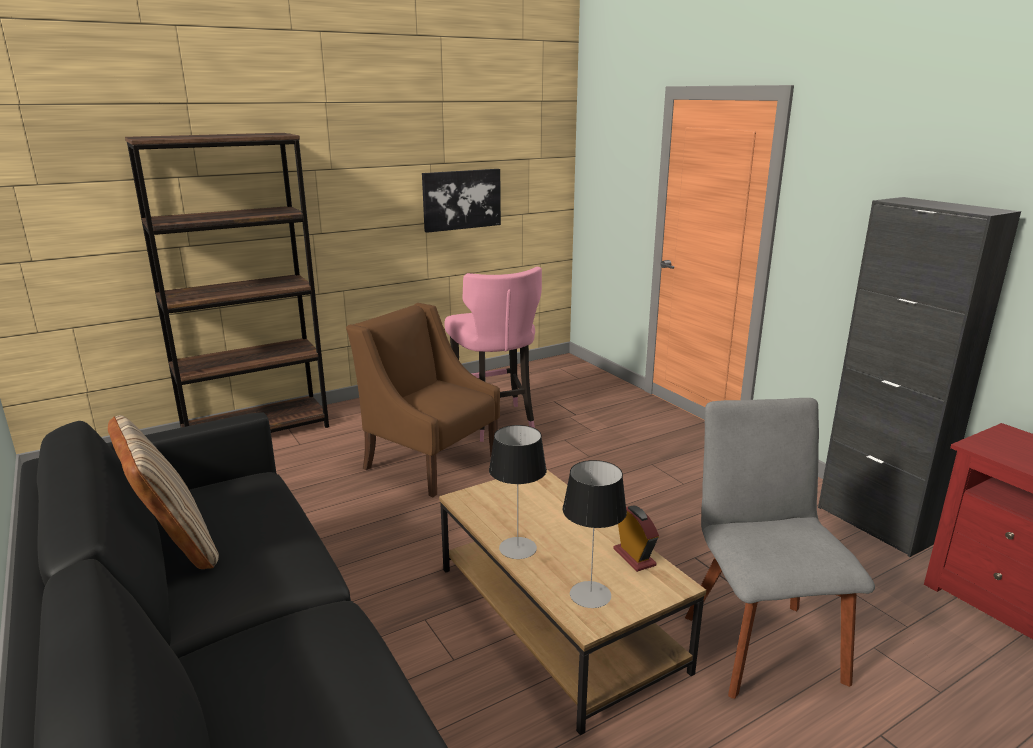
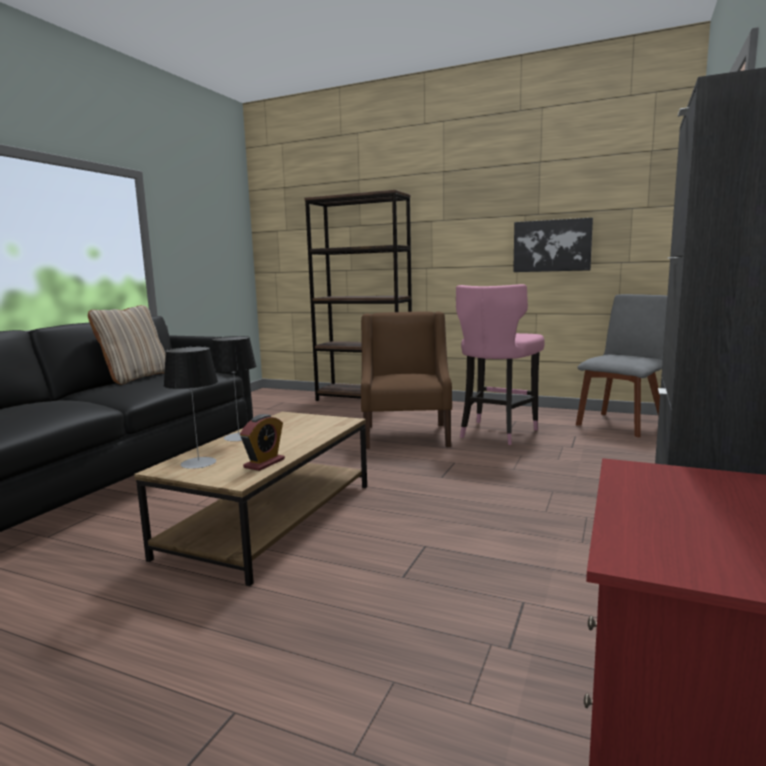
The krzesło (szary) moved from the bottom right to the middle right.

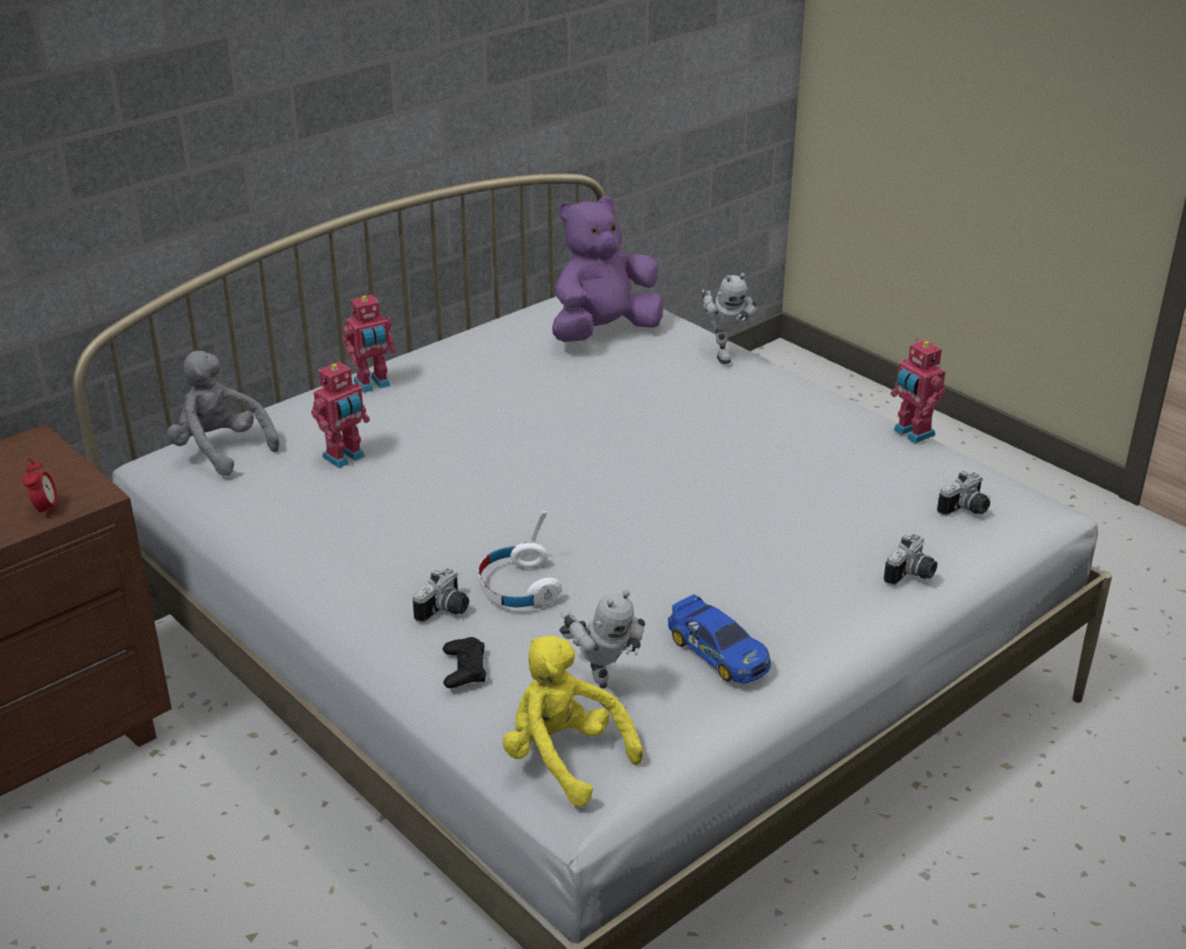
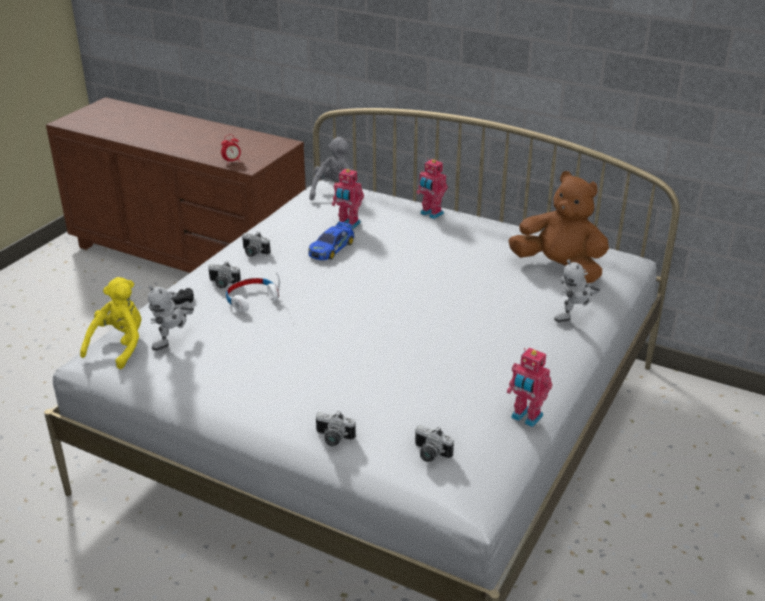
The pluszak (fioletowy) at the top centre became the pluszak (brązowy) at the middle right.
The samochodzik moved from the bottom centre to the centre.
The robot zabawkowy (5th from left in the first image) at the middle right turned 90 degrees counterclockwise.
The aparat fotograficzny (2nd from left) at the centre appeared.

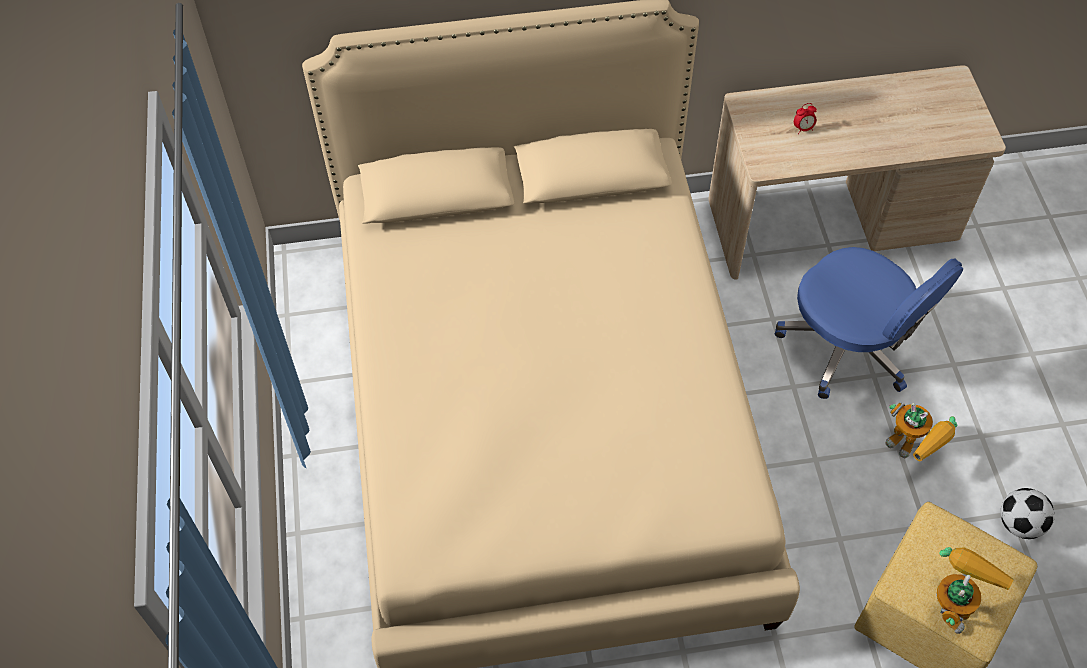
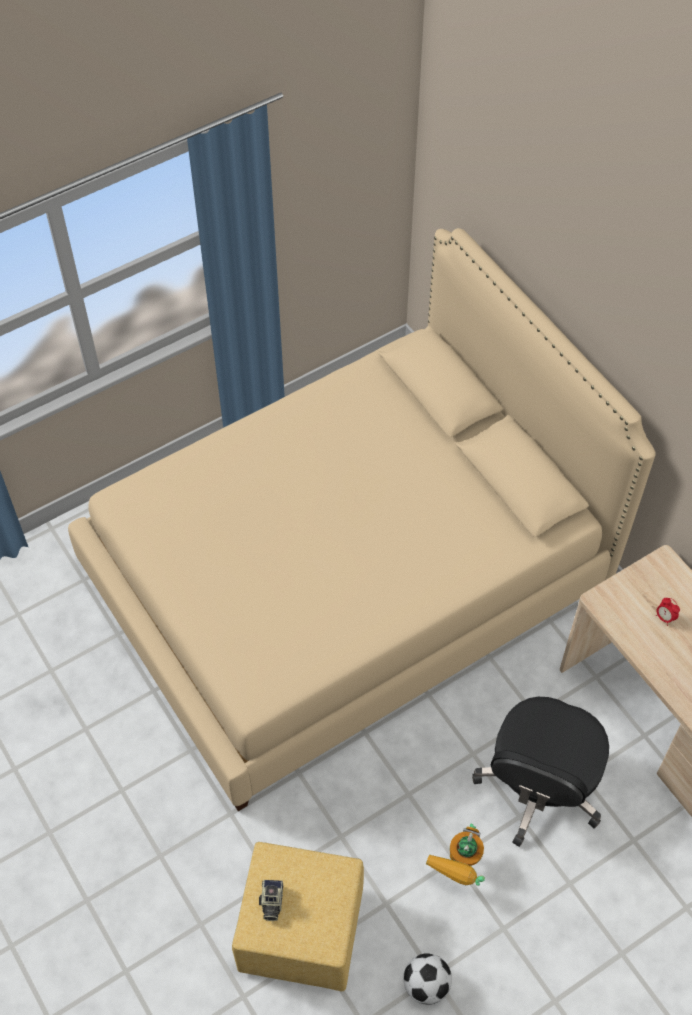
The krzesło biurowe (niebieski) at the middle right became the krzesło biurowe (czarny) at the bottom right.
The robot zabawkowy (2nd from left) at the bottom right was replaced by the aparat fotograficzny at the bottom centre.

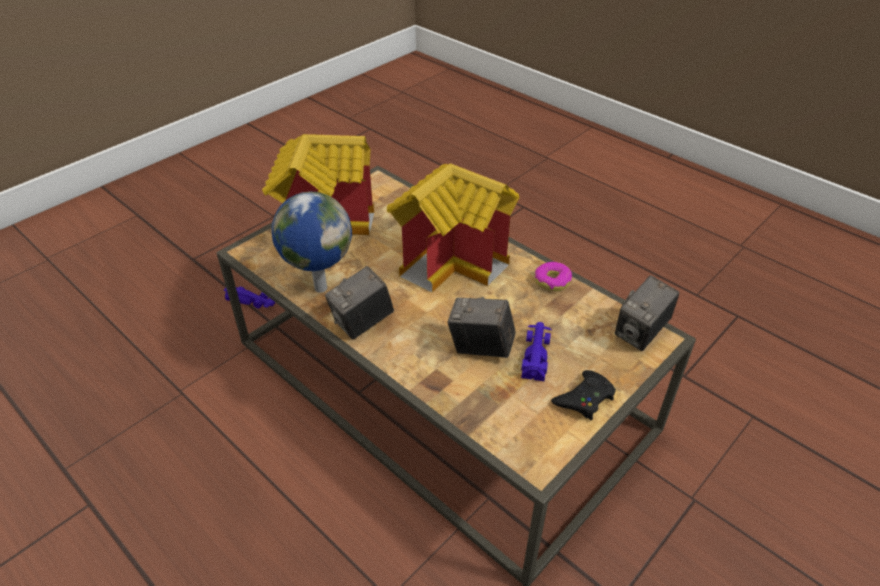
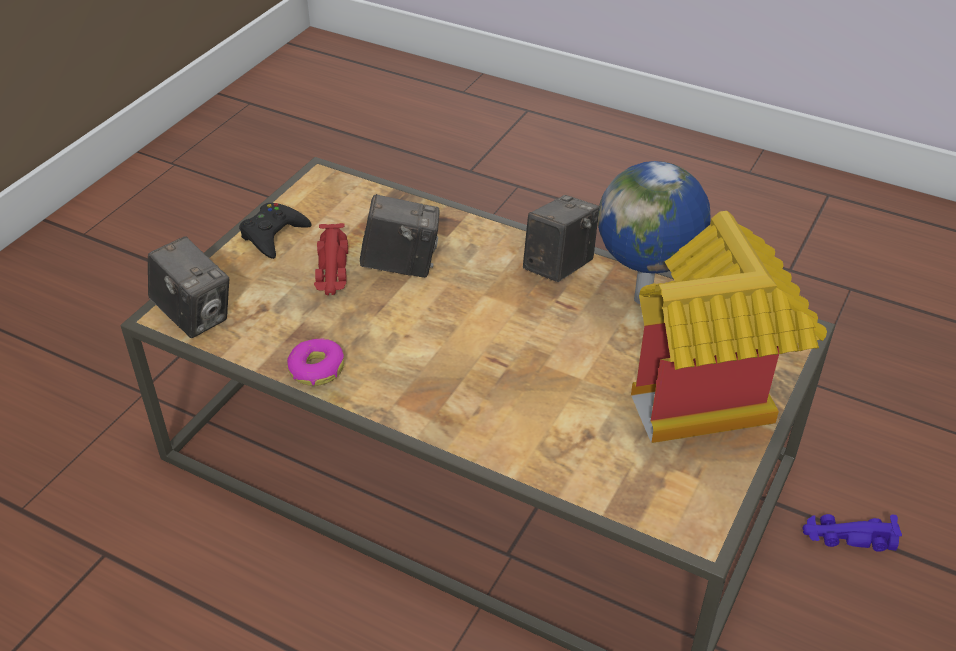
The domek (2nd from left) at the centre disappeared.
The samochodzik (fioletowy) (2nd from left) at the centre became the samochodzik (czerwony) at the centre.
The aparat fotograficzny (3rd from left in the first image) at the middle right turned 105 degrees clockwise.

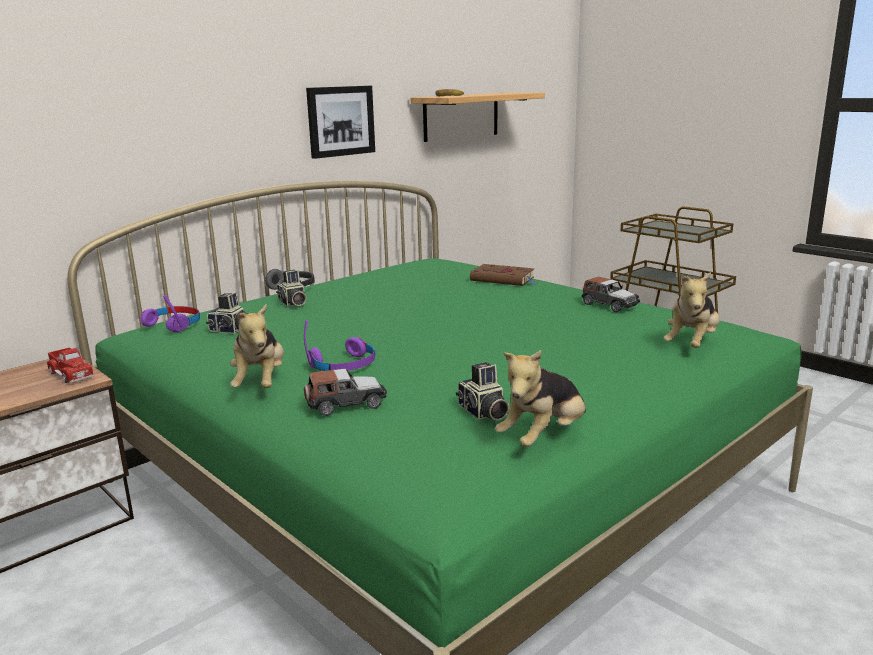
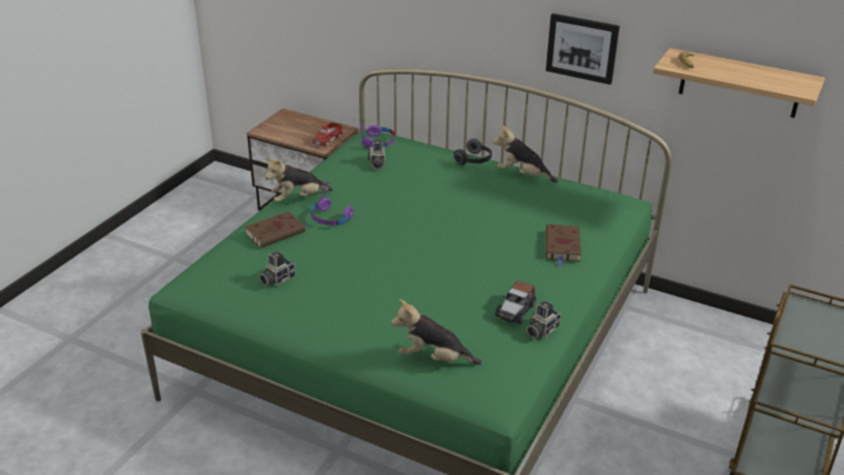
The aparat fotograficzny (2nd from left in the first image) moved from the centre to the bottom centre.
The samochodzik (1st from left) at the centre was replaced by the książka (brązowy) (1st from left) at the middle left.
The pluszak (2nd from left in the first image) moved from the centre to the top centre.

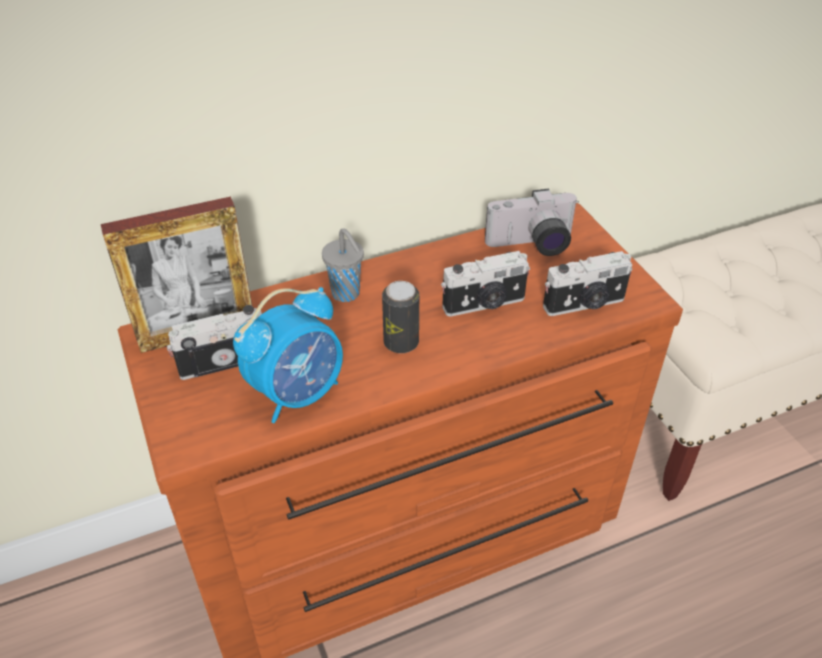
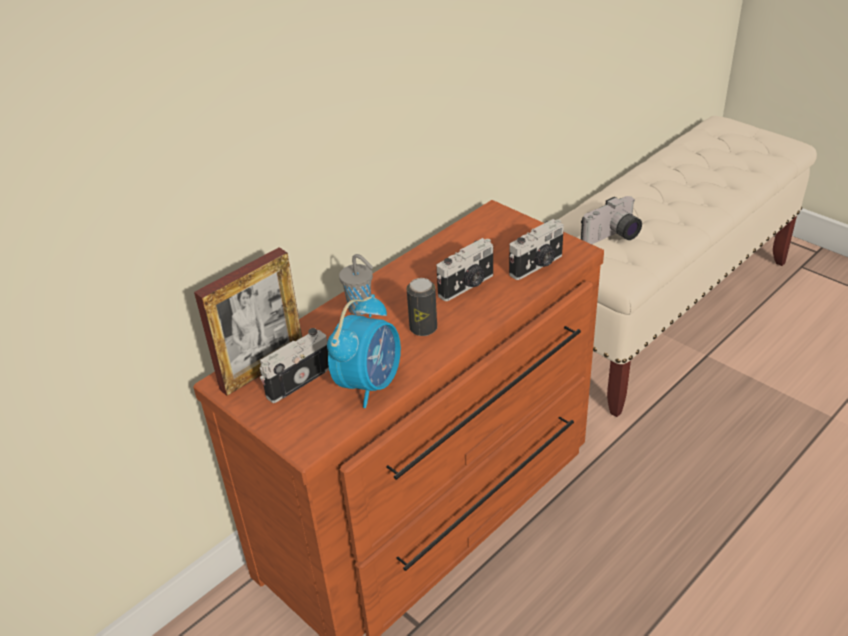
The aparat fotograficzny (3rd from left in the first image) moved from the centre to the middle right.

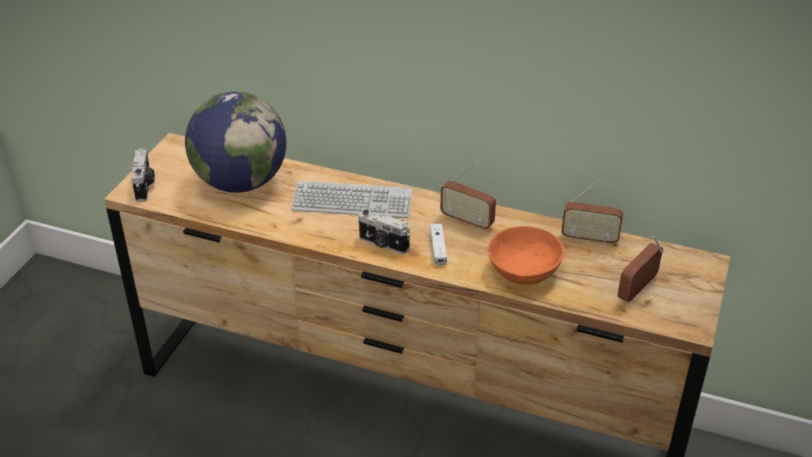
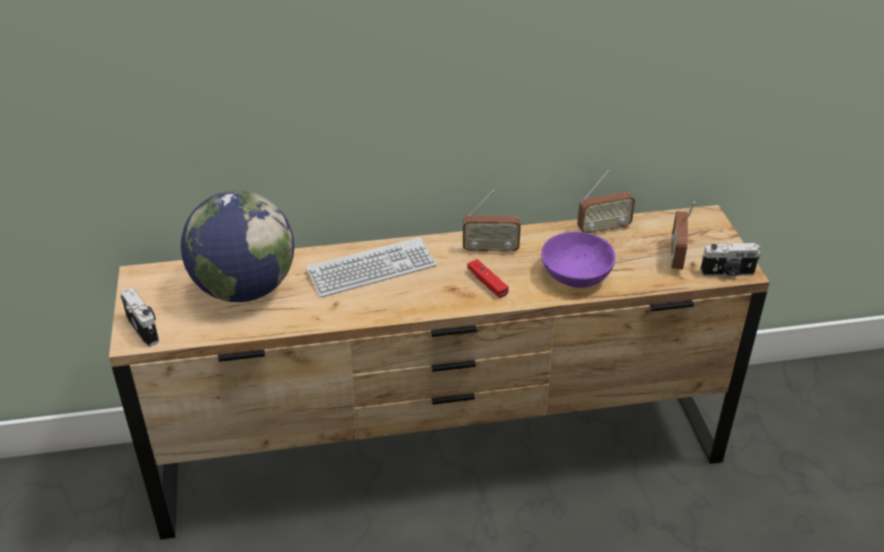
The aparat fotograficzny (2nd from left) moved from the centre to the middle right.
The pad do gier (biały) at the centre became the pad do gier (czerwony) at the centre.
The miska (pomarańczowy) at the centre became the miska (fioletowy) at the centre.

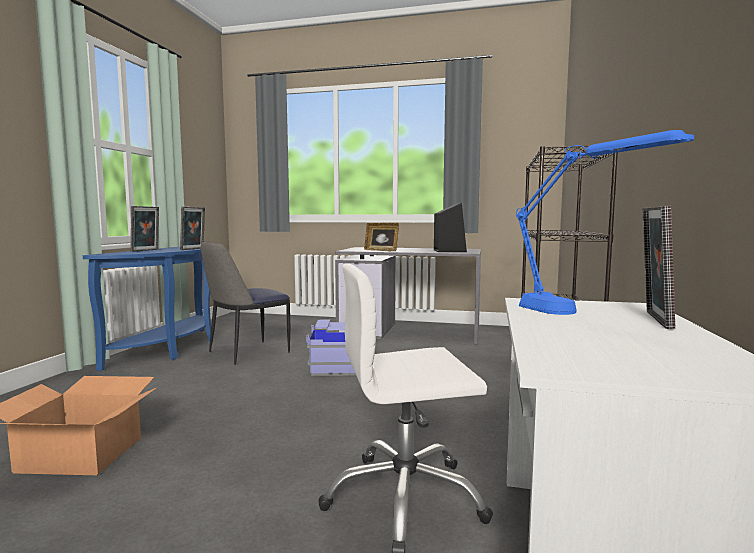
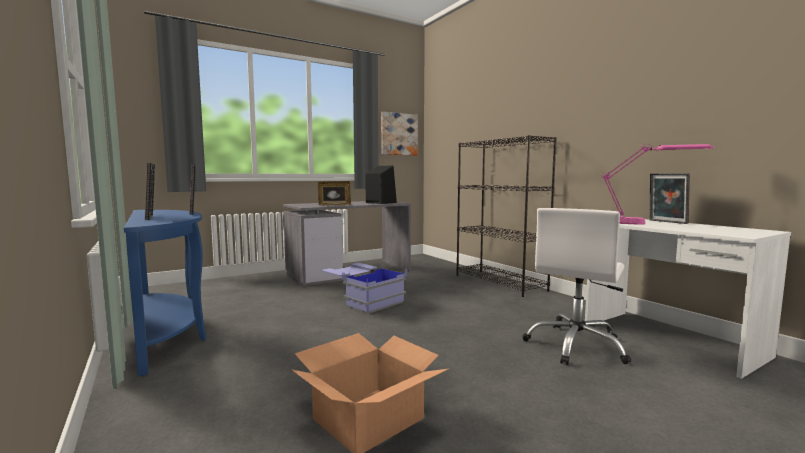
The krzesło at the middle left disappeared.
The lampa stołowa (niebieski) at the middle right became the lampa stołowa (różowy) at the middle right.
The obraz at the top centre appeared.

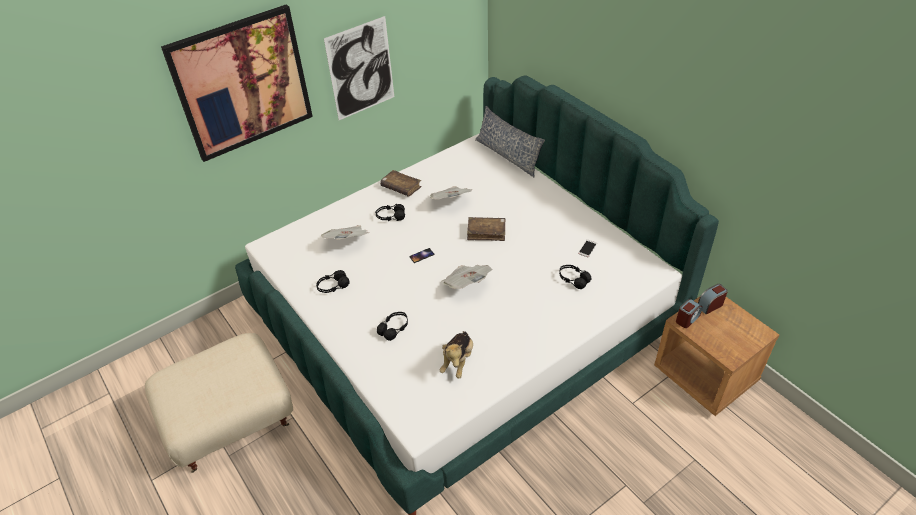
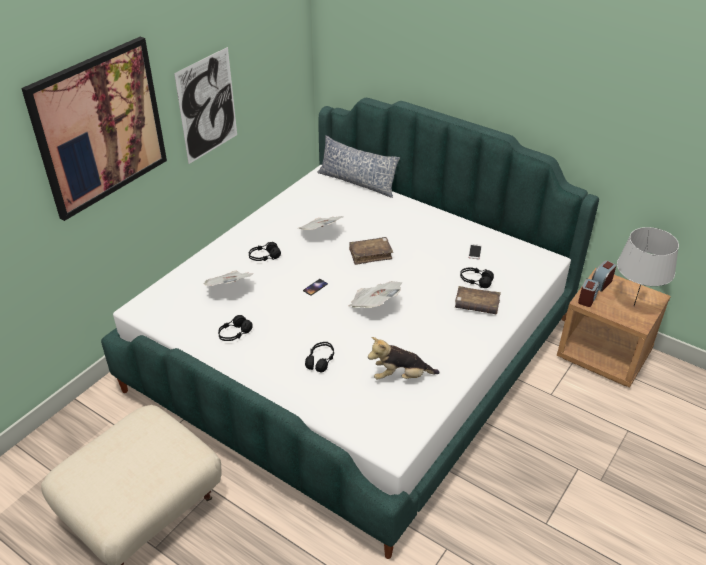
The książka (brązowy) (1st from left in the first image) moved from the centre to the middle right.
The pluszak at the bottom centre turned 90 degrees clockwise.
The lampa stołowa (szary) at the middle right appeared.

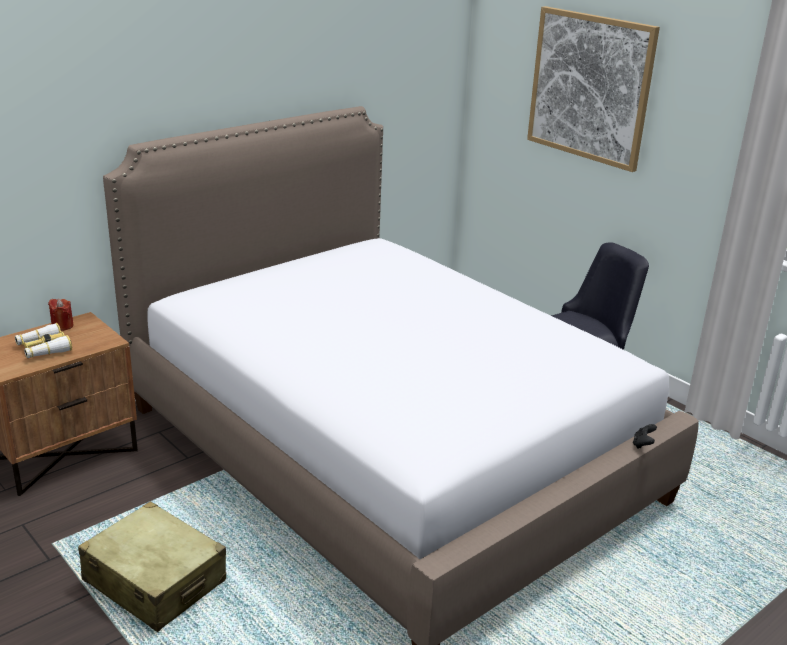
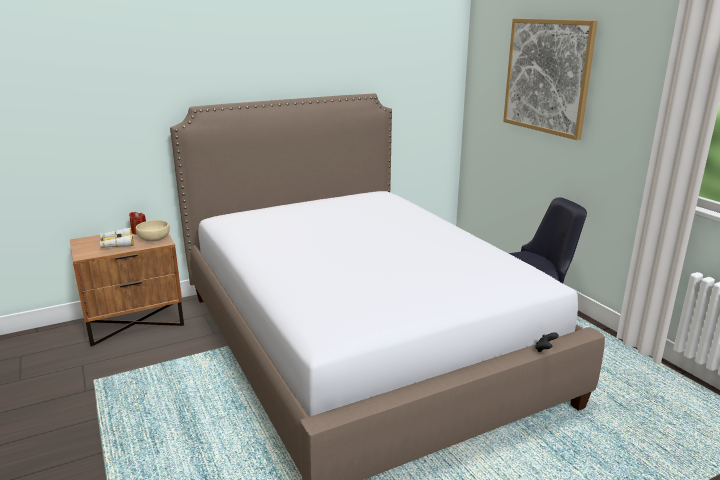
The walizka (beżowy) at the bottom left disappeared.
The miska (beżowy) at the middle left appeared.

